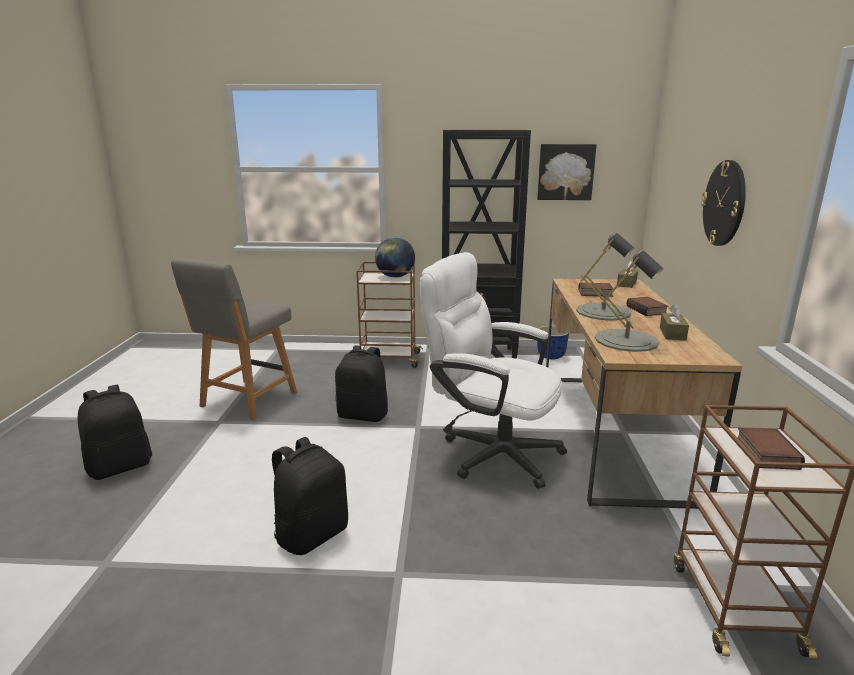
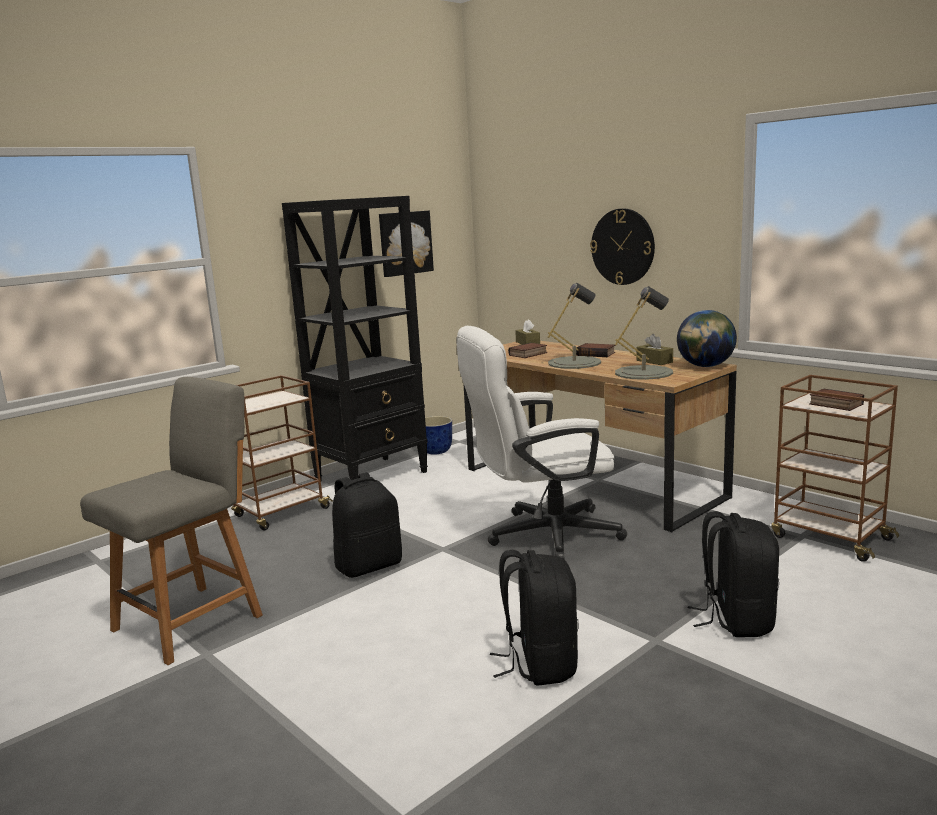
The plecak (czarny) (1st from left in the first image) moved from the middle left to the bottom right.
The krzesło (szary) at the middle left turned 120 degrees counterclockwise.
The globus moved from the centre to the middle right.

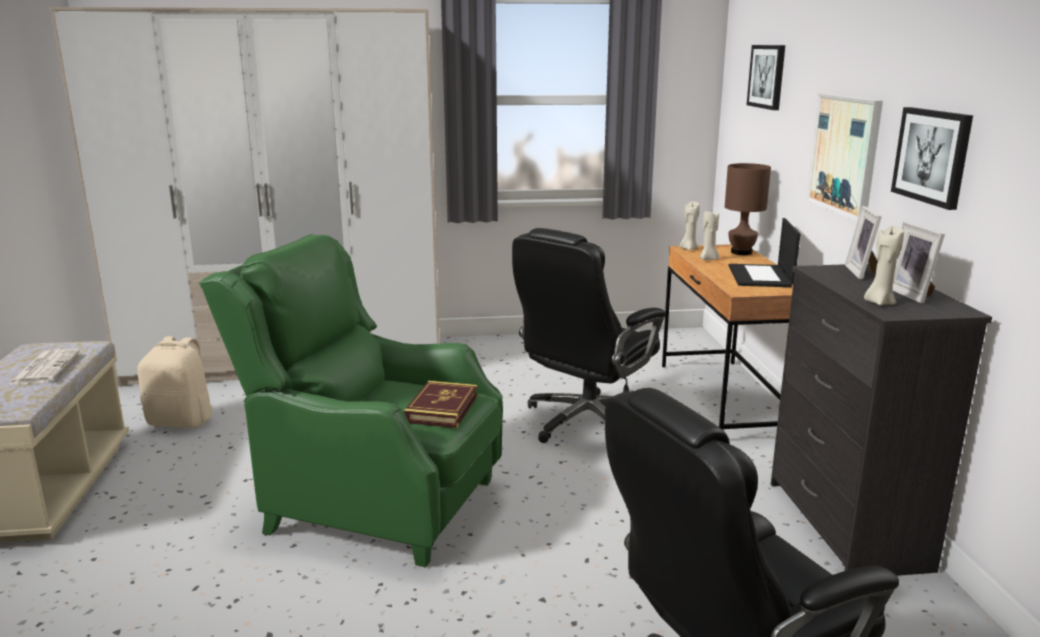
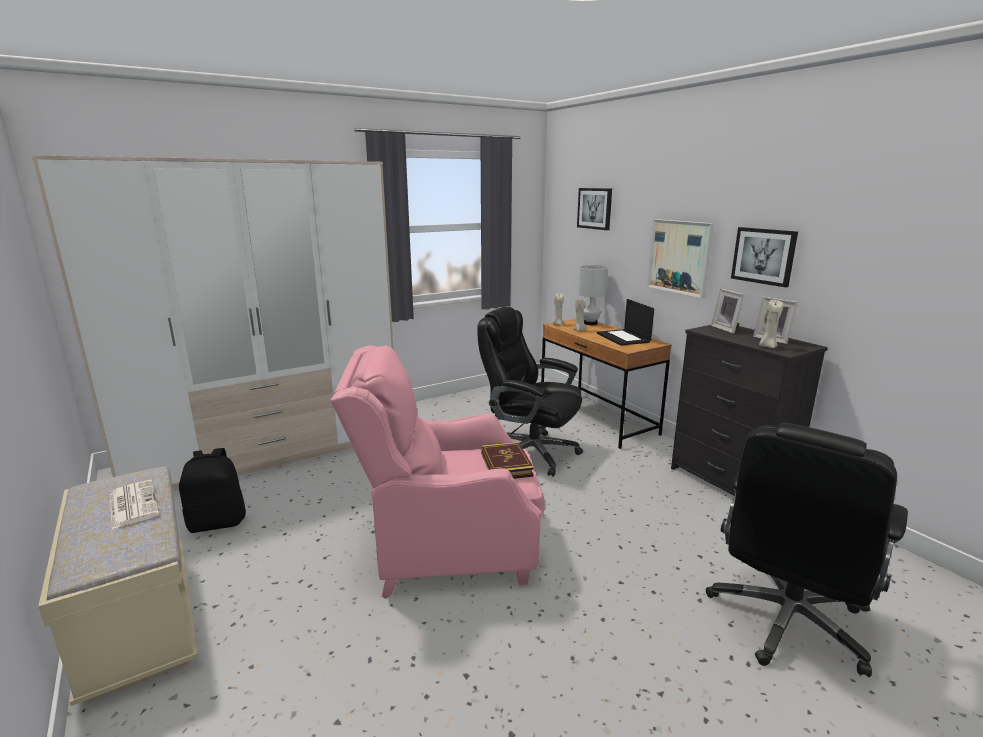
The plecak (beżowy) at the middle left became the plecak (czarny) at the middle left.
The fotel (zielony) at the centre became the fotel (różowy) at the centre.
The krzesło biurowe (czarny) (1st from left) at the centre turned 105 degrees clockwise.
The lampa stołowa (brązowy) at the top right became the lampa stołowa (biały) at the centre.

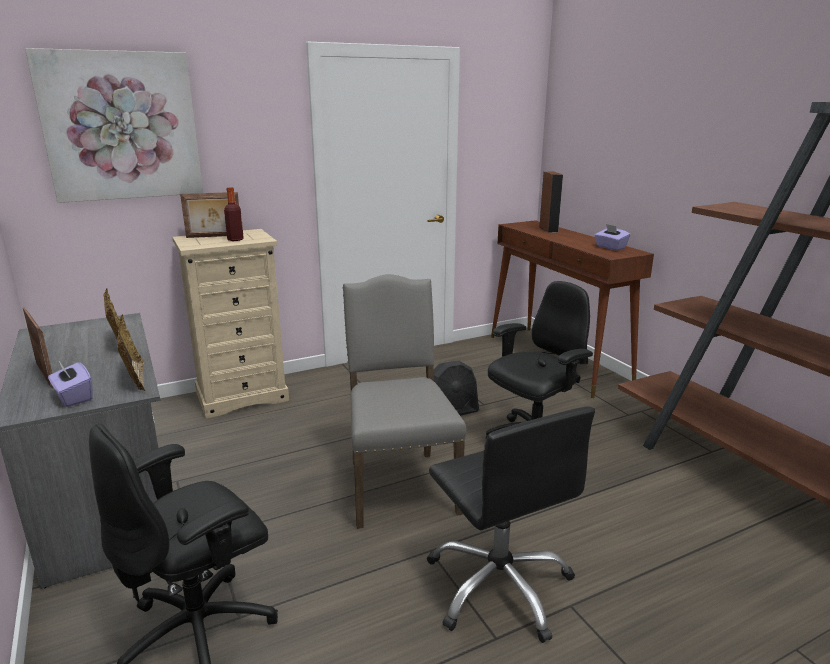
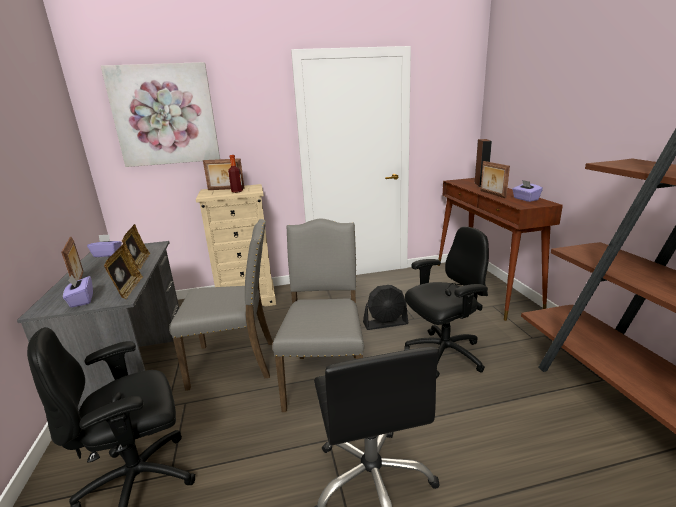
The pudełko chusteczek (fioletowy) (2nd from left) at the middle left appeared.
The krzesło (szary) (1st from left) at the middle left appeared.
The ramka na zdjęcie (5th from left) at the middle right appeared.

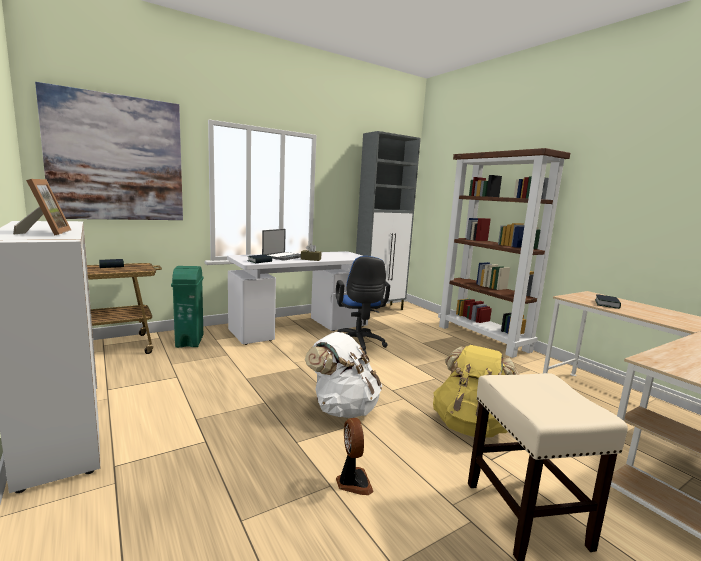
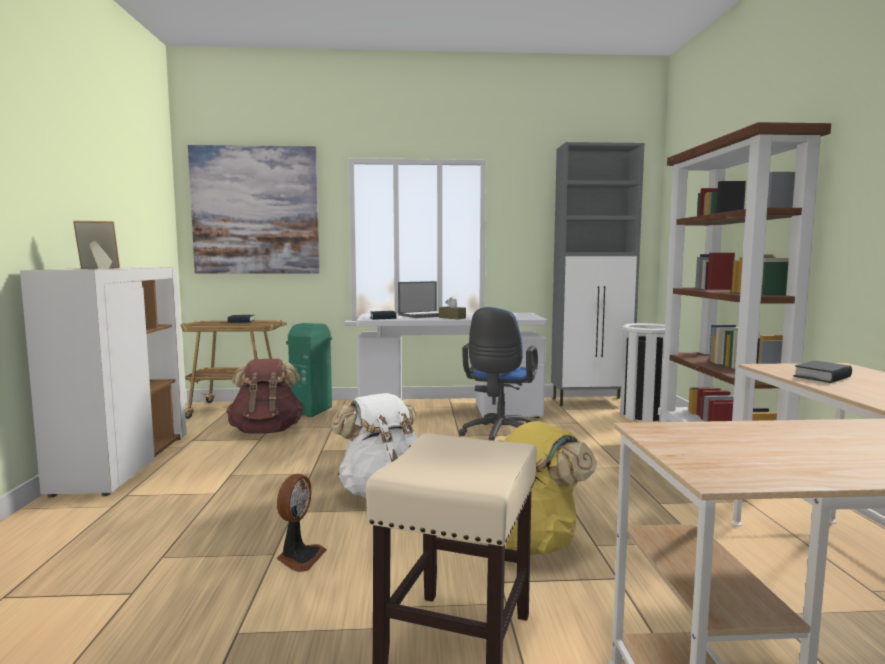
The ramka na zdjęcie at the middle left turned 120 degrees counterclockwise.
The plecak (brązowy) at the middle left appeared.
The kosz na śmieci (biały) at the middle right appeared.

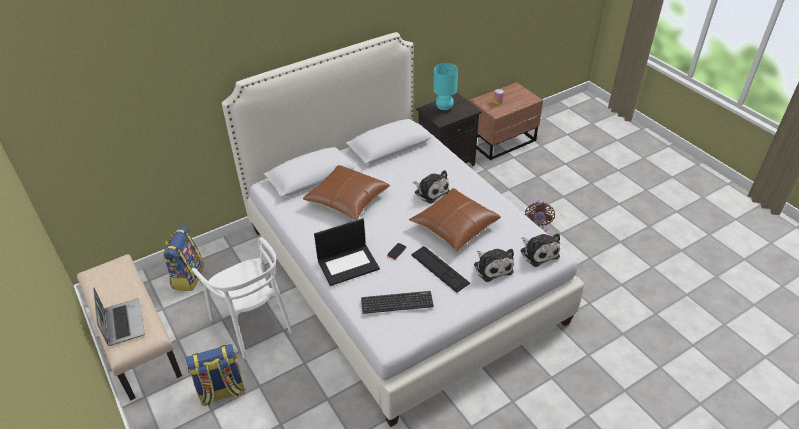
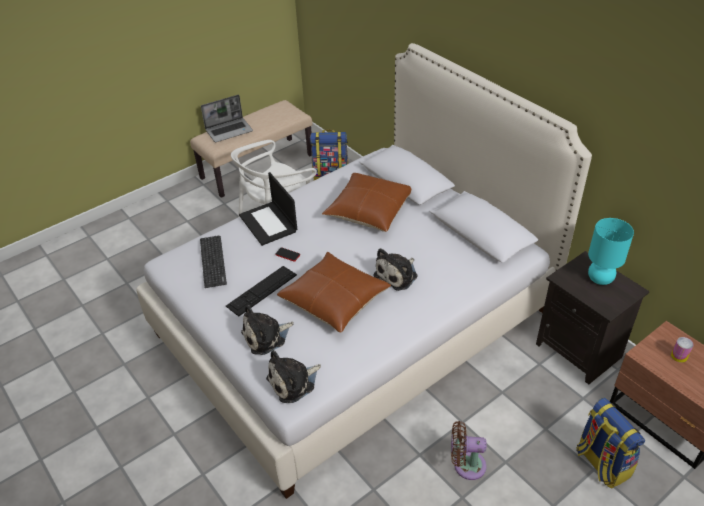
The plecak (2nd from left) moved from the bottom left to the bottom right.

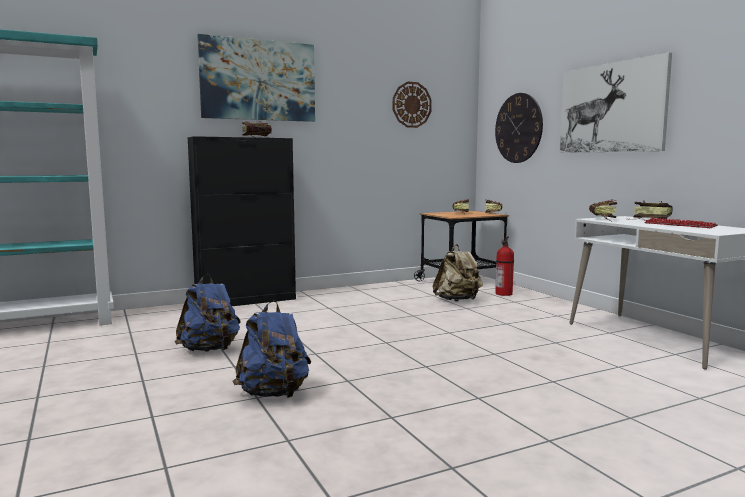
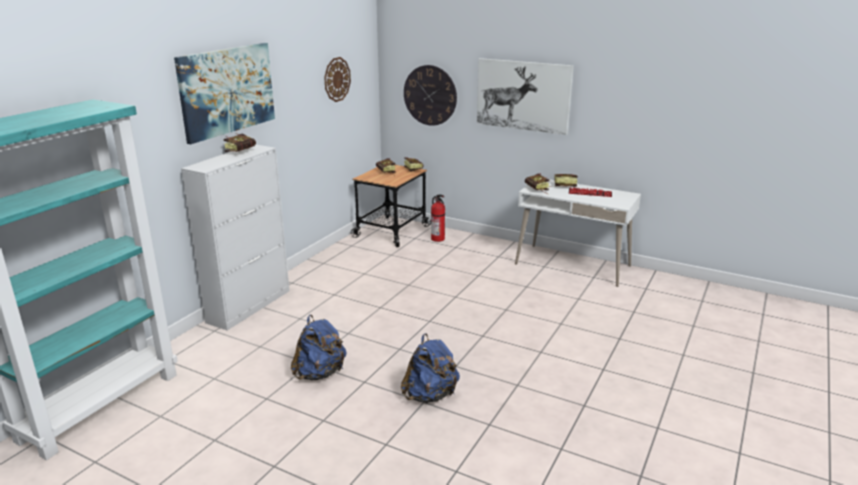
The szafka (czarny) at the middle left became the szafka (biały) at the middle left.
The plecak (beżowy) at the centre disappeared.

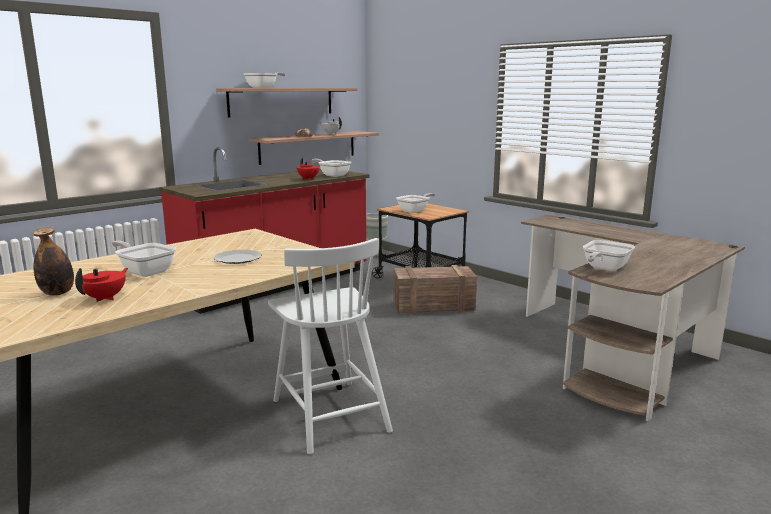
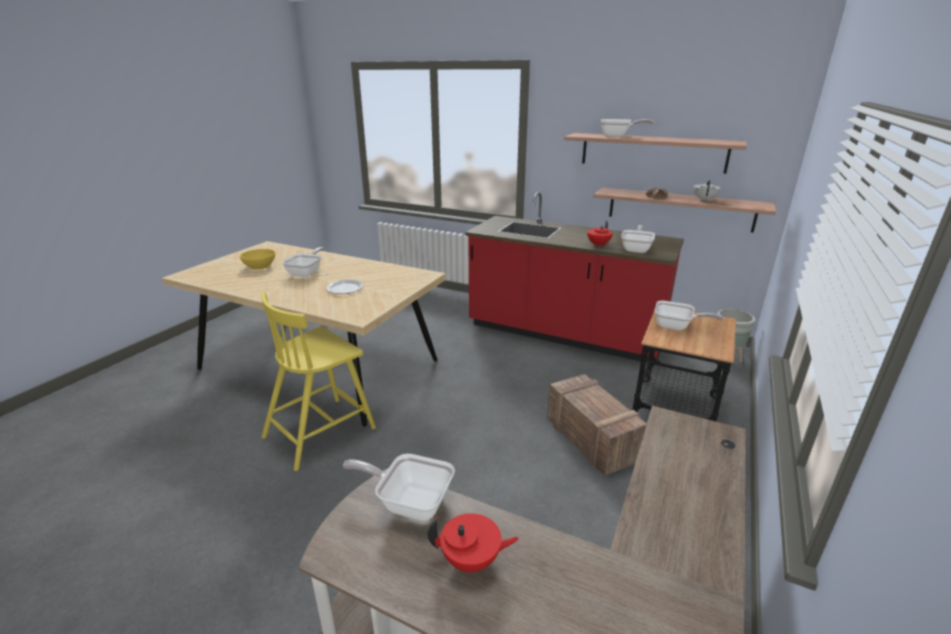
The butelka at the middle left was replaced by the miska (żółty) at the middle left.
The imbryk (czerwony) (1st from left) moved from the middle left to the bottom centre.
The krzesło (biały) at the bottom centre became the krzesło (żółty) at the centre.

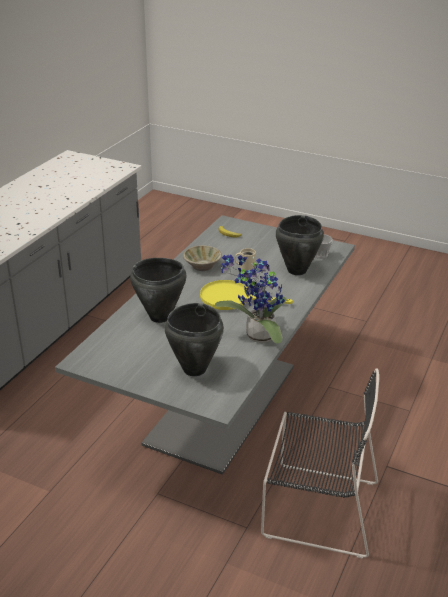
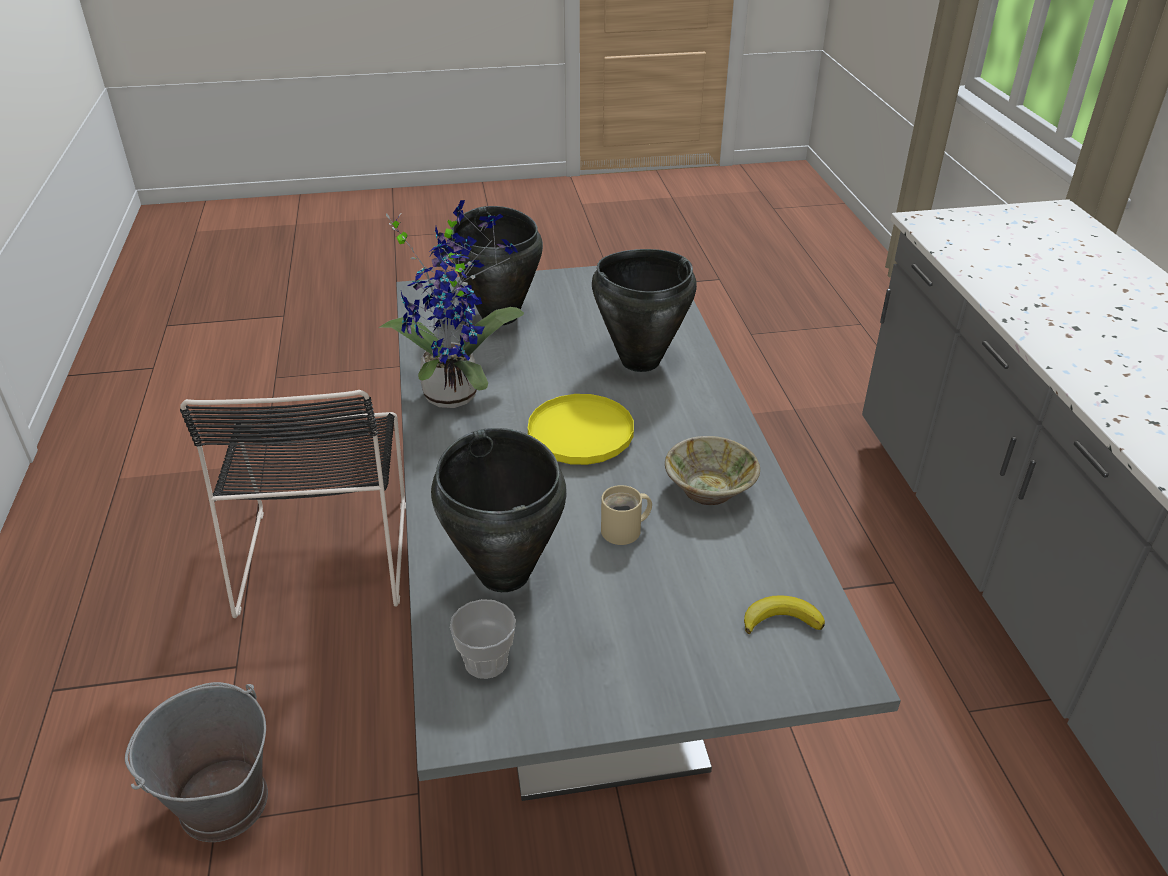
The krzesło (czarny) at the bottom right turned 75 degrees counterclockwise.
The wiadro (szary) at the bottom left appeared.

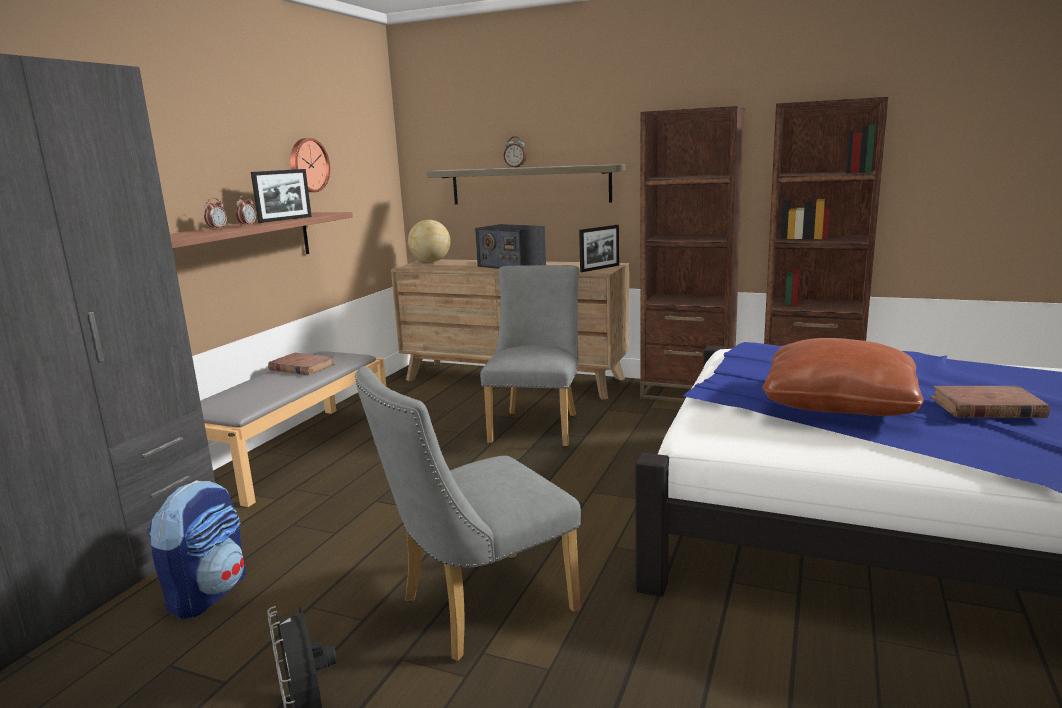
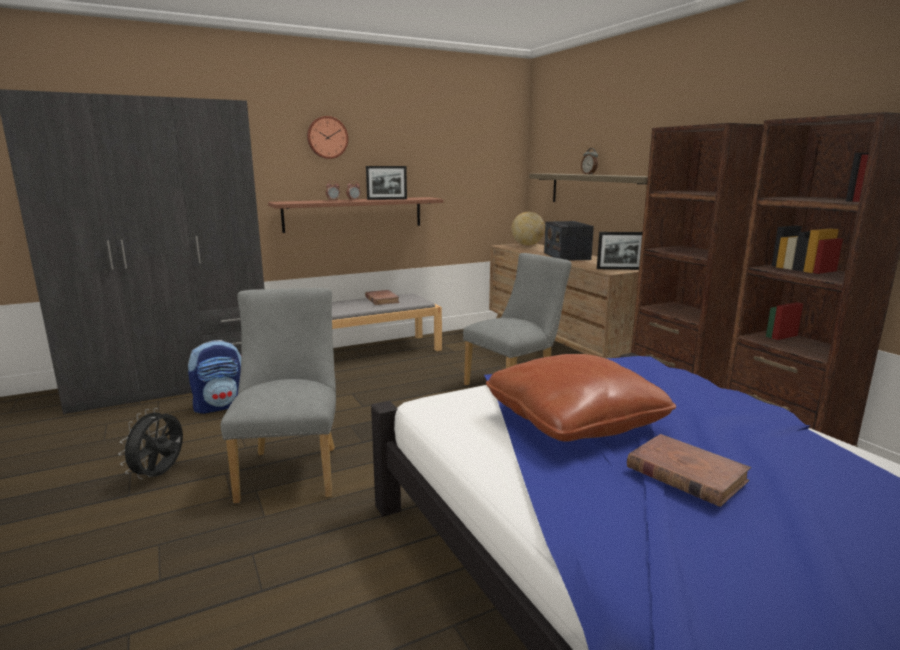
The zegar ścienny moved from the top left to the top centre.
The krzesło (szary) (1st from left) at the bottom centre turned 75 degrees clockwise.

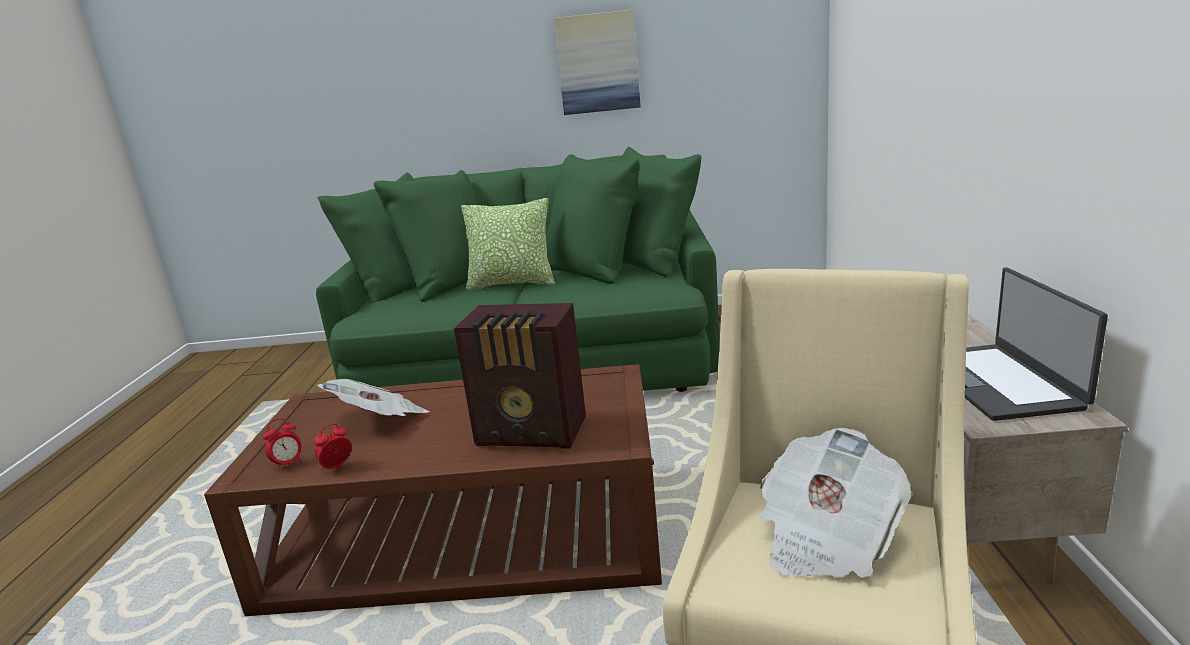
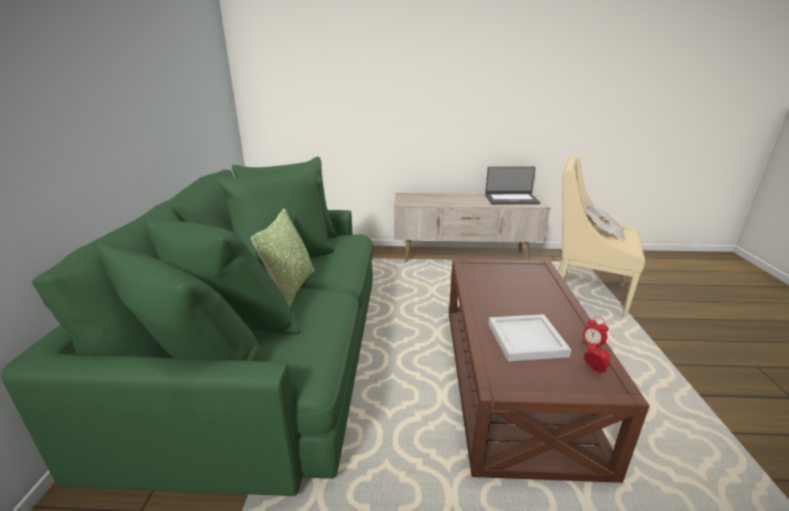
The gazeta (1st from left) at the middle left was replaced by the taca (biały) at the middle right.
The radio at the centre disappeared.
The obraz at the top centre disappeared.

